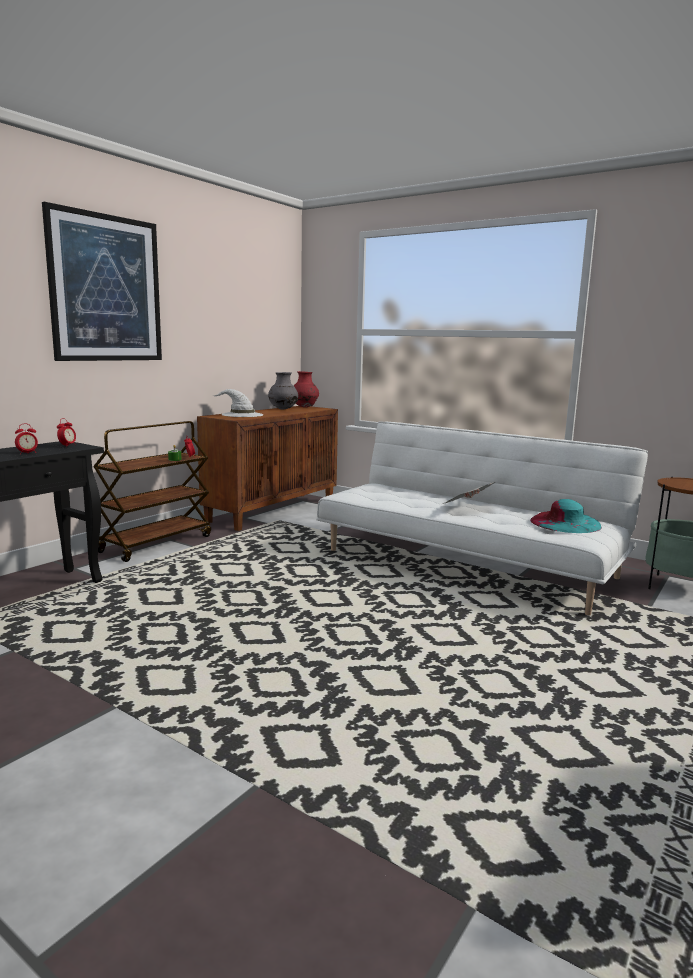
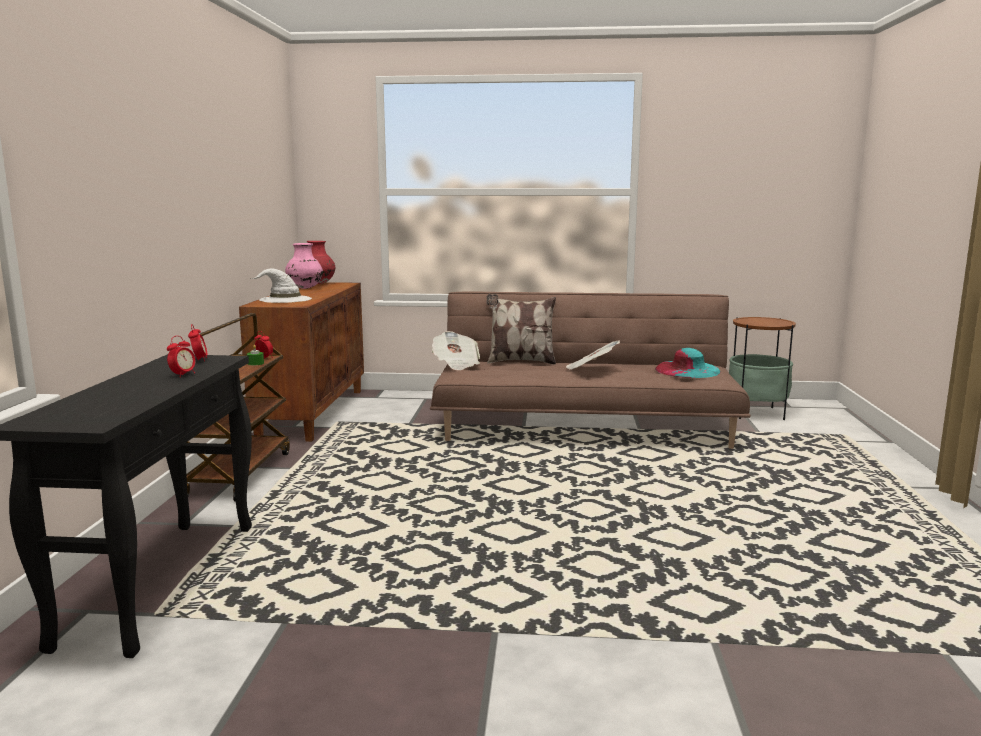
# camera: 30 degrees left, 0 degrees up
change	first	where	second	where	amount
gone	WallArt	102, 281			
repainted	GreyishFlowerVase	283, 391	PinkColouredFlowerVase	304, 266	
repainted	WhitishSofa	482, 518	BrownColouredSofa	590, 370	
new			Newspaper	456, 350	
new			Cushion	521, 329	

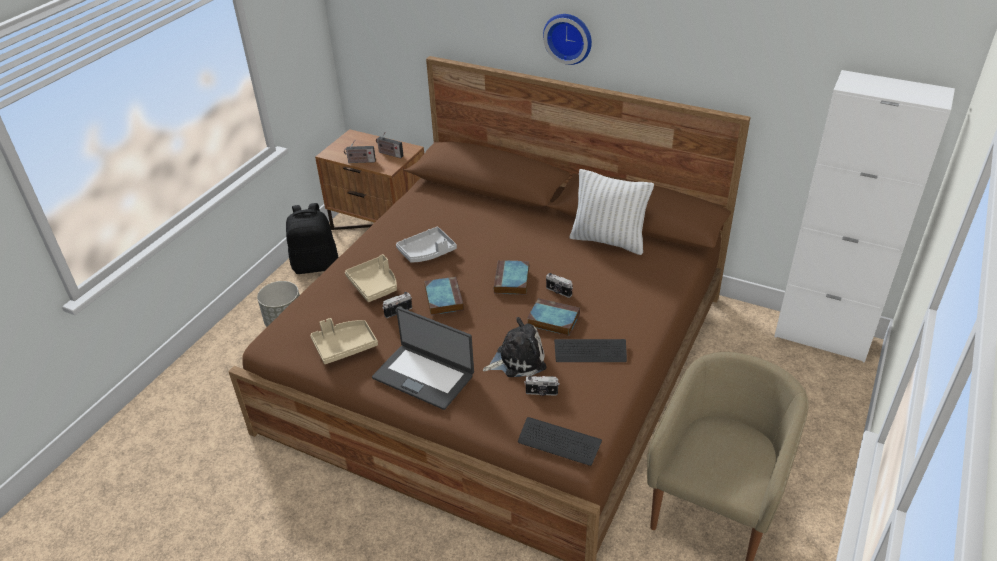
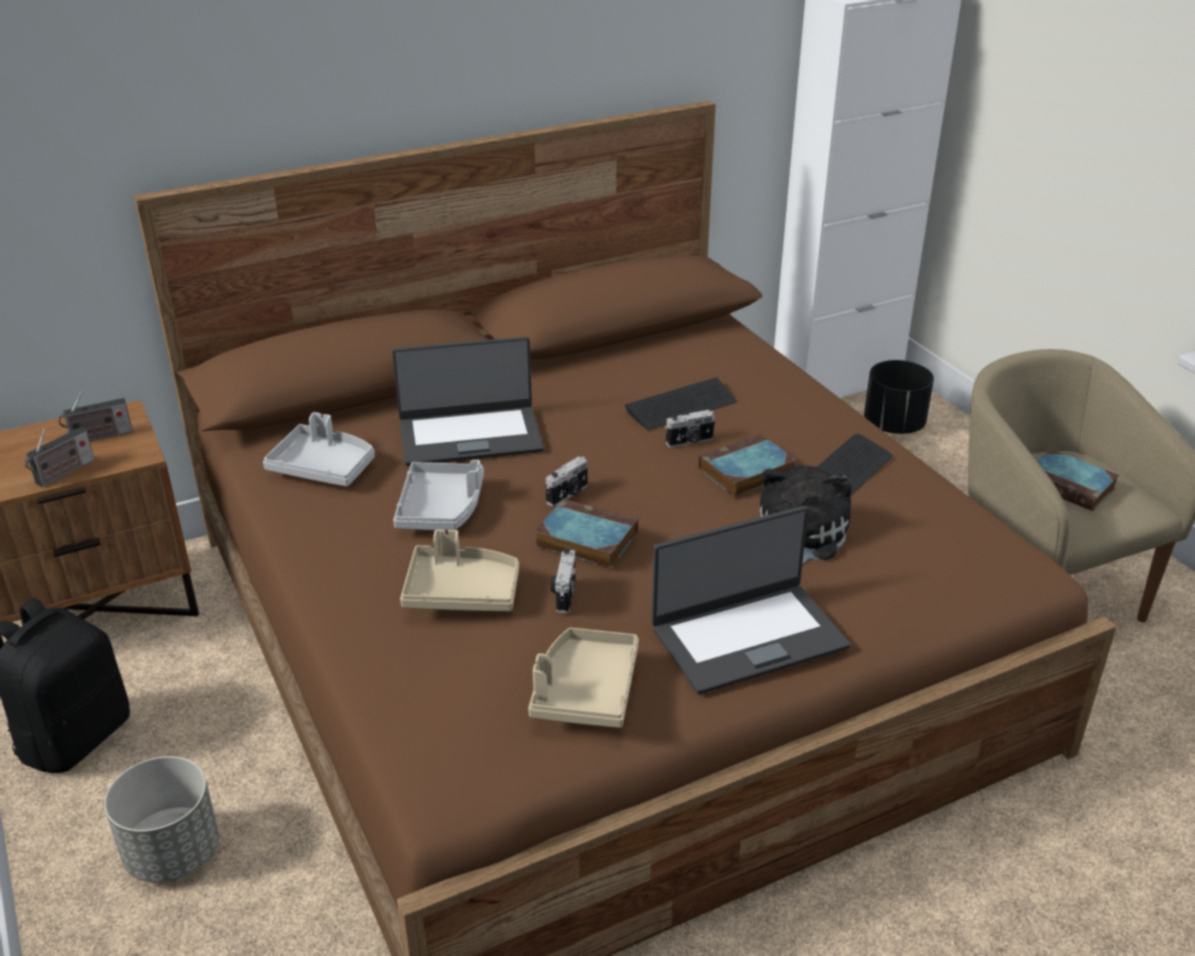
# camera: 55 degrees left, 5 degrees down
change	first	where	second	where	amount
shifted	Book	511, 277		1078, 480	
shifted	Keyboard	560, 441		680, 403	
shifted	PhotoCamera	542, 386		567, 481	
gone	ClockOnTheWall	567, 39			
gone	WhitishCushion	611, 212			
new			GreyishServingTray	319, 449	
new			PortableComputer	468, 401	
new			BlackColouredPlanter	899, 397	

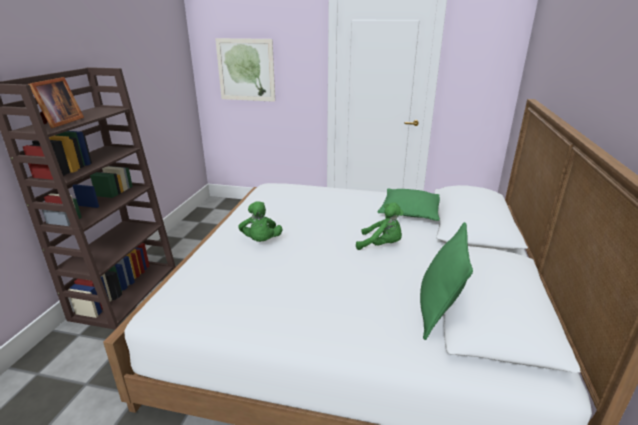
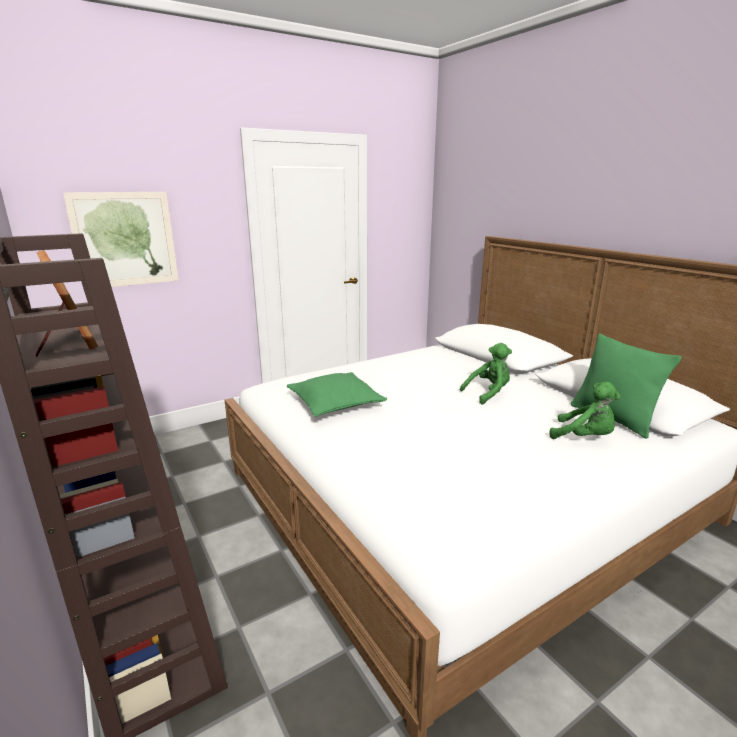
# camera: 45 degrees left, 5 degrees down
change	first	where	second	where	amount
shifted	GreenPlushToy	260, 221		584, 410	
shifted	GreenCushion	408, 205		337, 394	

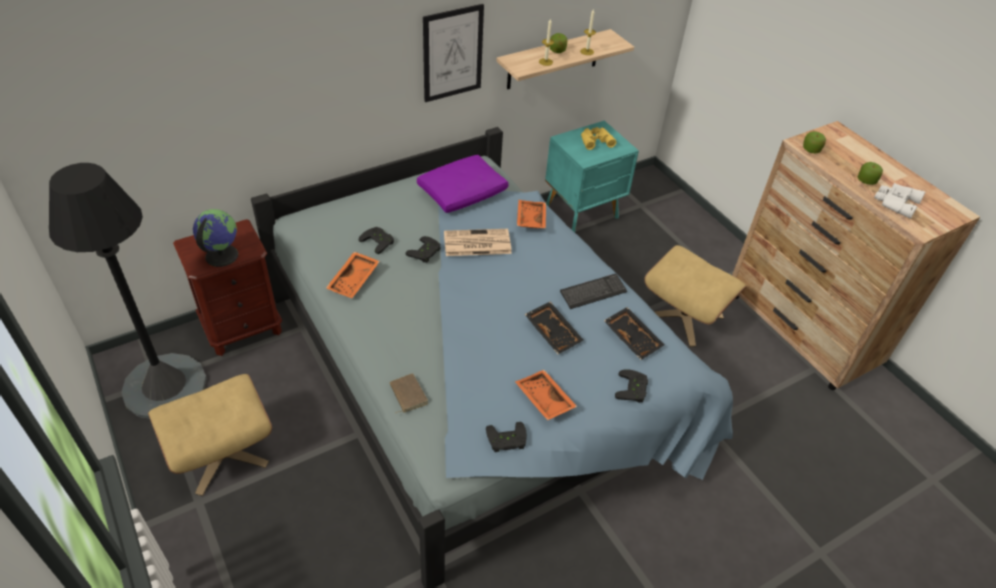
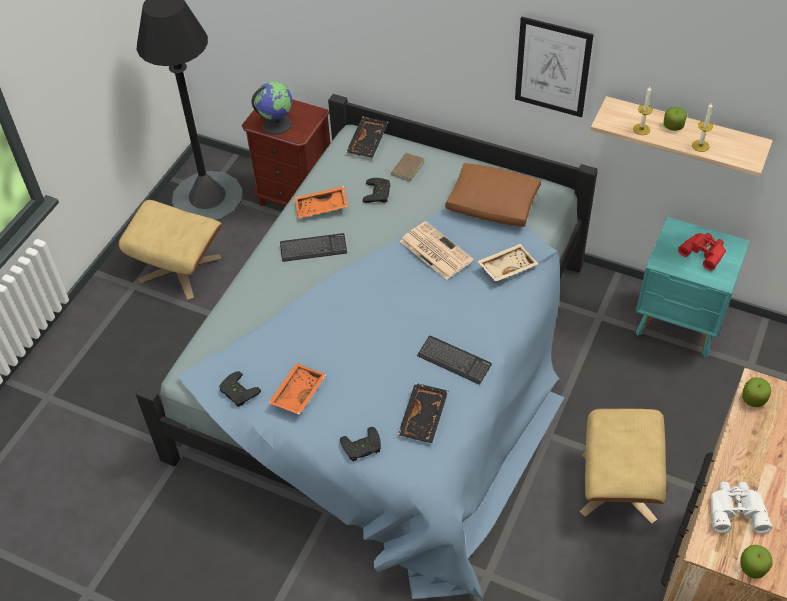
# camera: 60 degrees right, 5 degrees up
change	first	where	second	where	amount
shifted	BrownColouredBook	408, 393		406, 167	
gone	BlackColouredGamepad	422, 249			
repainted	PurplishCushion	463, 184	BrownColouredCushion	493, 195	
repainted	OrangeServingTray	531, 214	BeigeColouredServingTray	507, 263	
shifted	BlackColouredServingTray	554, 328		367, 137	
repainted	YellowPairOfBinoculars	599, 138	ReddishPairOfBinoculars	702, 252	
shifted	Apple	870, 173		756, 562	
new			Keyboard	313, 247	

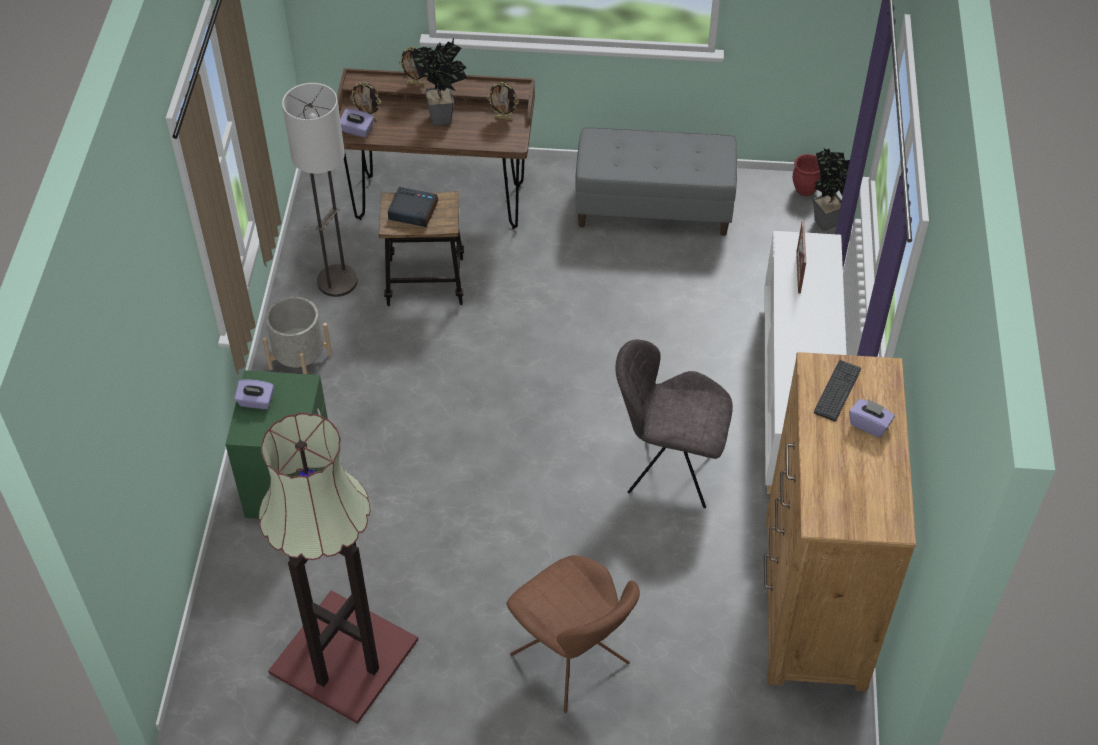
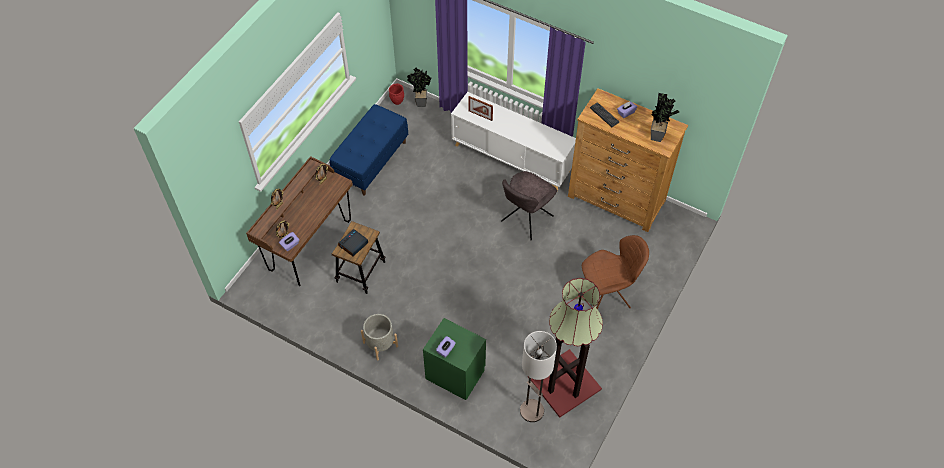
# camera: 65 degrees left, 5 degrees up
change	first	where	second	where	amount
shifted	StandingLamp	320, 190		538, 376	
shifted	Houseplant	439, 81		665, 117	
repainted	GreyishLongSeat	656, 181	BlueColouredLongSeat	368, 149	

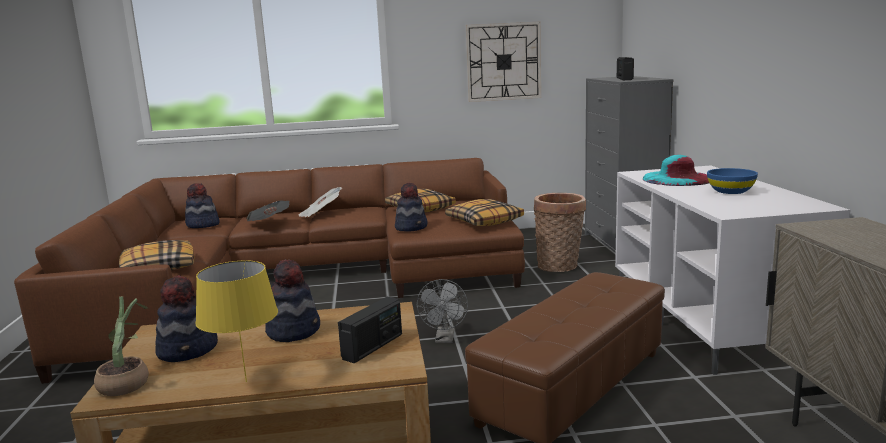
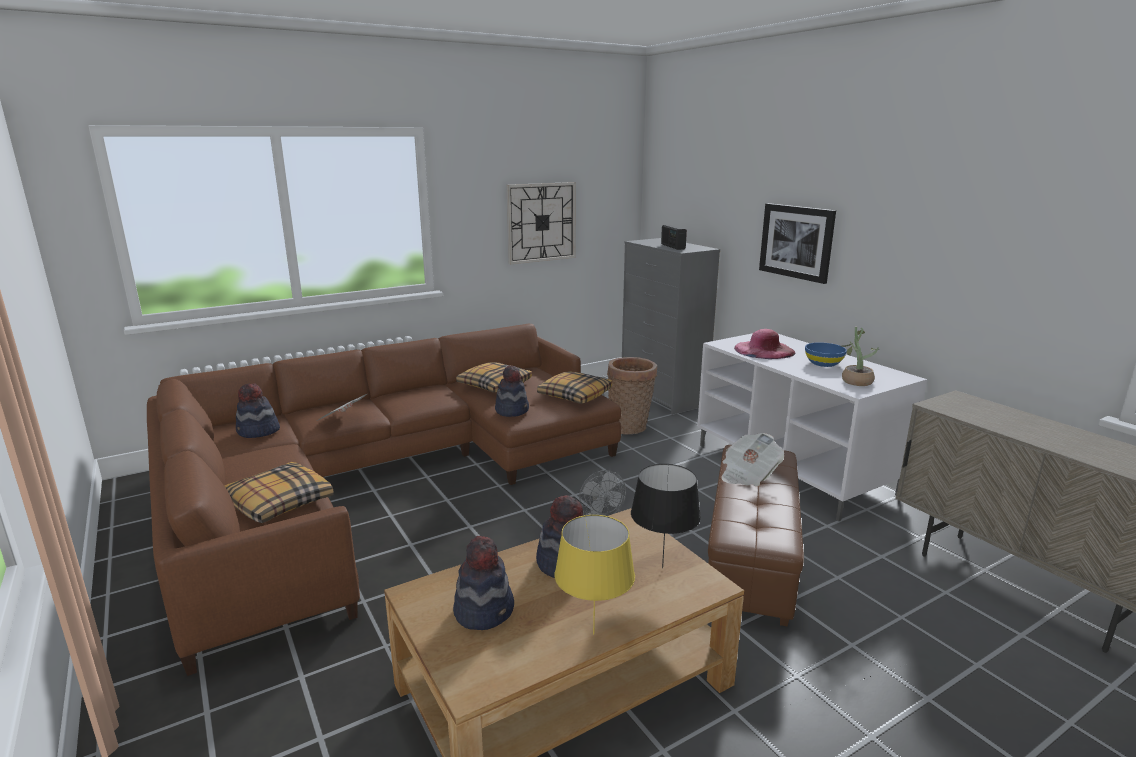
# camera: 25 degrees left, 5 degrees up
change	first	where	second	where	amount
shifted	Houseplant	121, 346		859, 356	
shifted	Newspaper	320, 202		752, 459	
swapped	RadioSet	370, 330	BlackColouredTableLamp	666, 516	
repainted	TurquoiseHat	676, 170	PinkColouredHat	765, 344	
new			WallArt	797, 243	

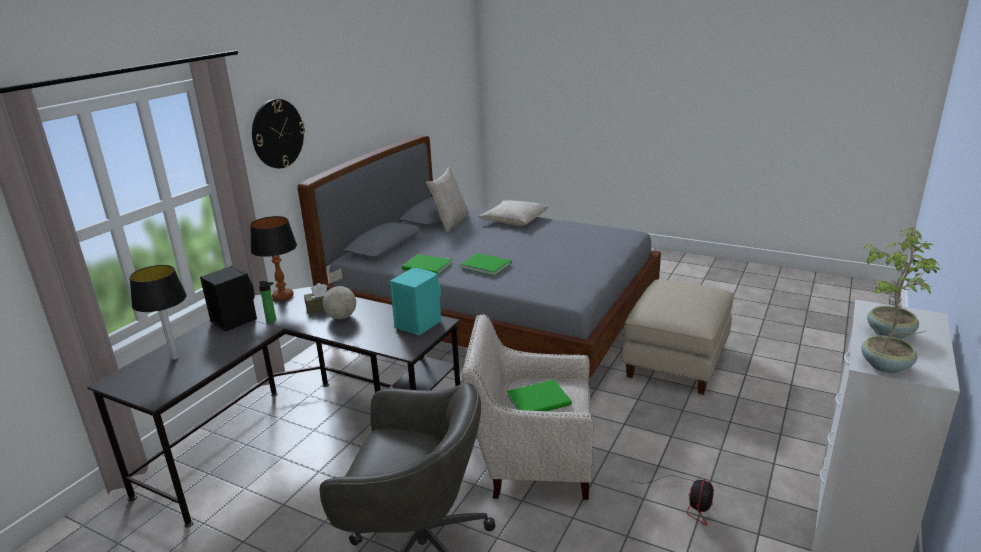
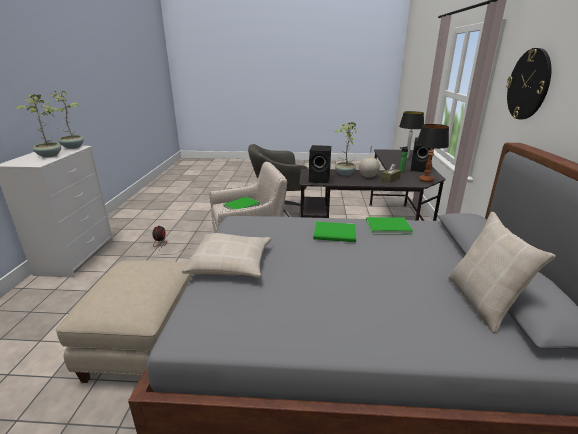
# camera: 155 degrees right, 0 degrees up
change	first	where	second	where	amount
repainted	TurquoiseLoudspeaker	415, 302	BlackColouredLoudspeaker	320, 164	
shifted	BeigeColouredCushion	514, 213		226, 255	
new			Houseplant	345, 149	

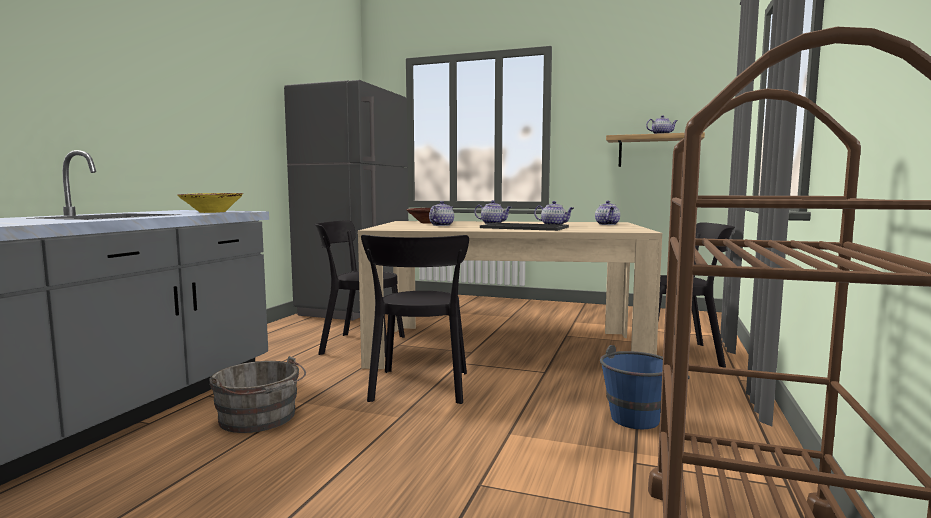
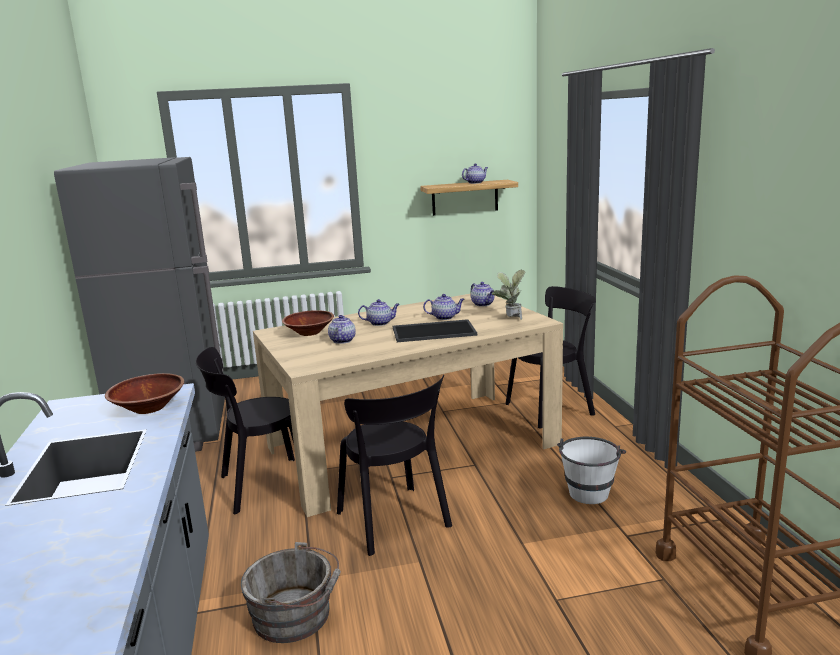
# camera: 30 degrees left, 10 degrees up
change	first	where	second	where	amount
repainted	YellowDeepDish	210, 203	BrownColouredDeepDish	144, 393	
repainted	BlueColouredWaterBucket	645, 387	WhitishWaterBucket	591, 470	
new			Houseplant	509, 295	

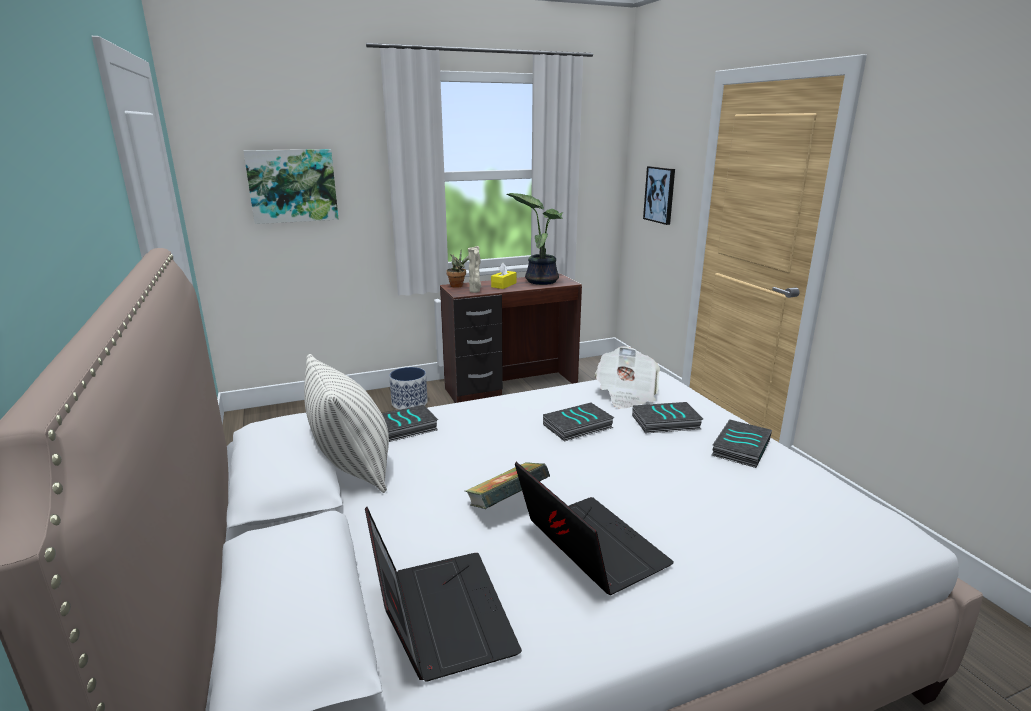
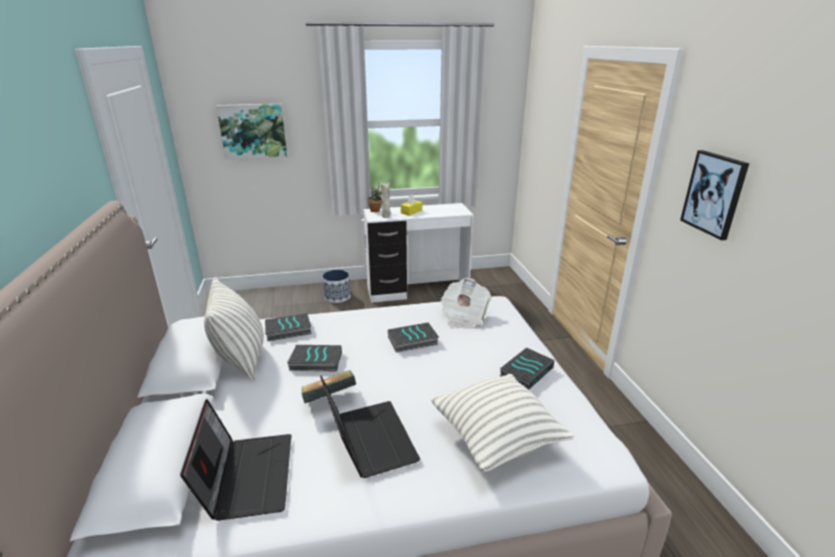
# camera: 10 degrees right, 5 degrees up
change	first	where	second	where	amount
repainted	BrownColouredDesk	511, 338	WhitishDesk	418, 253	
gone	Houseplant	534, 239			
shifted	Book	667, 417		314, 358	
shifted	WallArt	659, 195		714, 195	
new			Cushion	502, 423	

